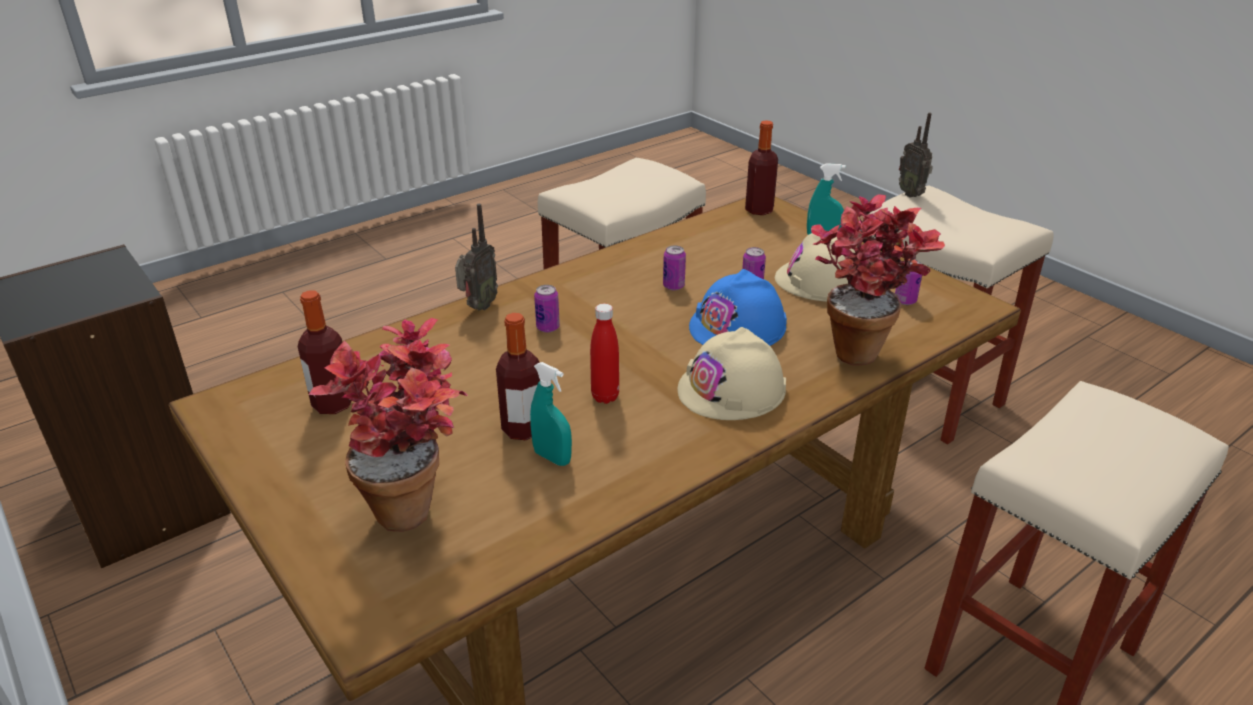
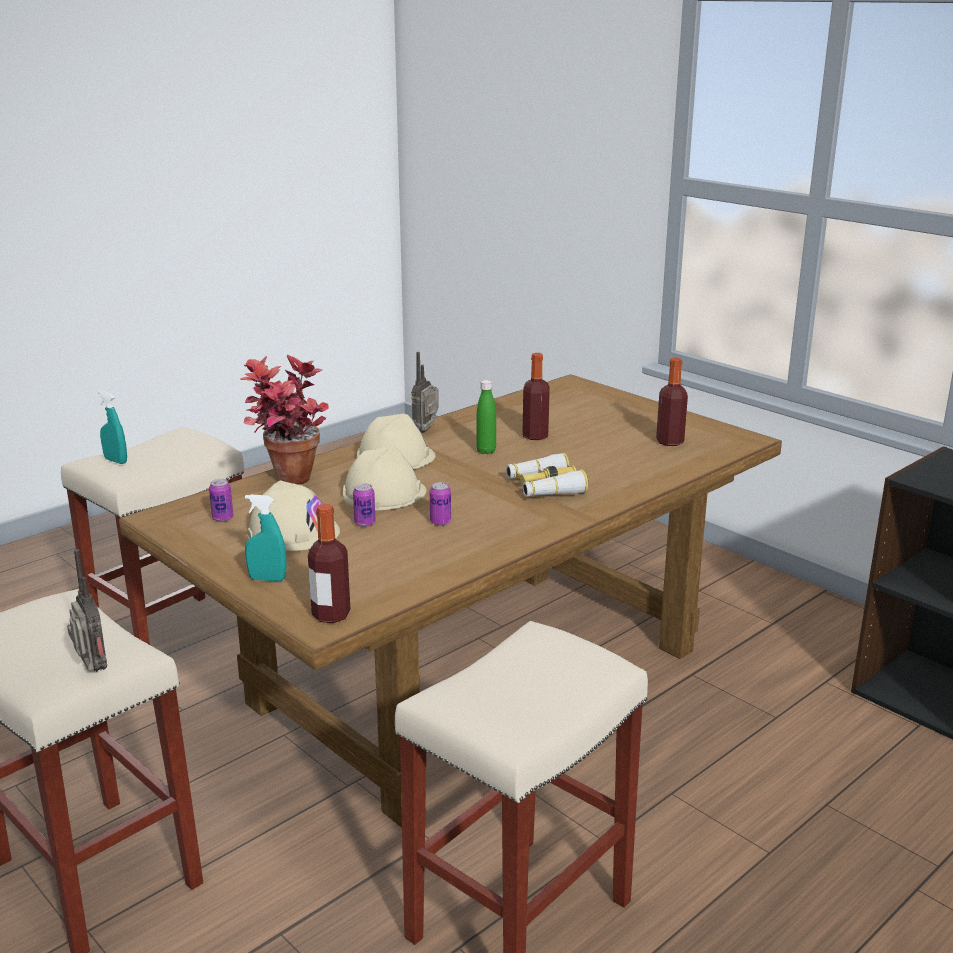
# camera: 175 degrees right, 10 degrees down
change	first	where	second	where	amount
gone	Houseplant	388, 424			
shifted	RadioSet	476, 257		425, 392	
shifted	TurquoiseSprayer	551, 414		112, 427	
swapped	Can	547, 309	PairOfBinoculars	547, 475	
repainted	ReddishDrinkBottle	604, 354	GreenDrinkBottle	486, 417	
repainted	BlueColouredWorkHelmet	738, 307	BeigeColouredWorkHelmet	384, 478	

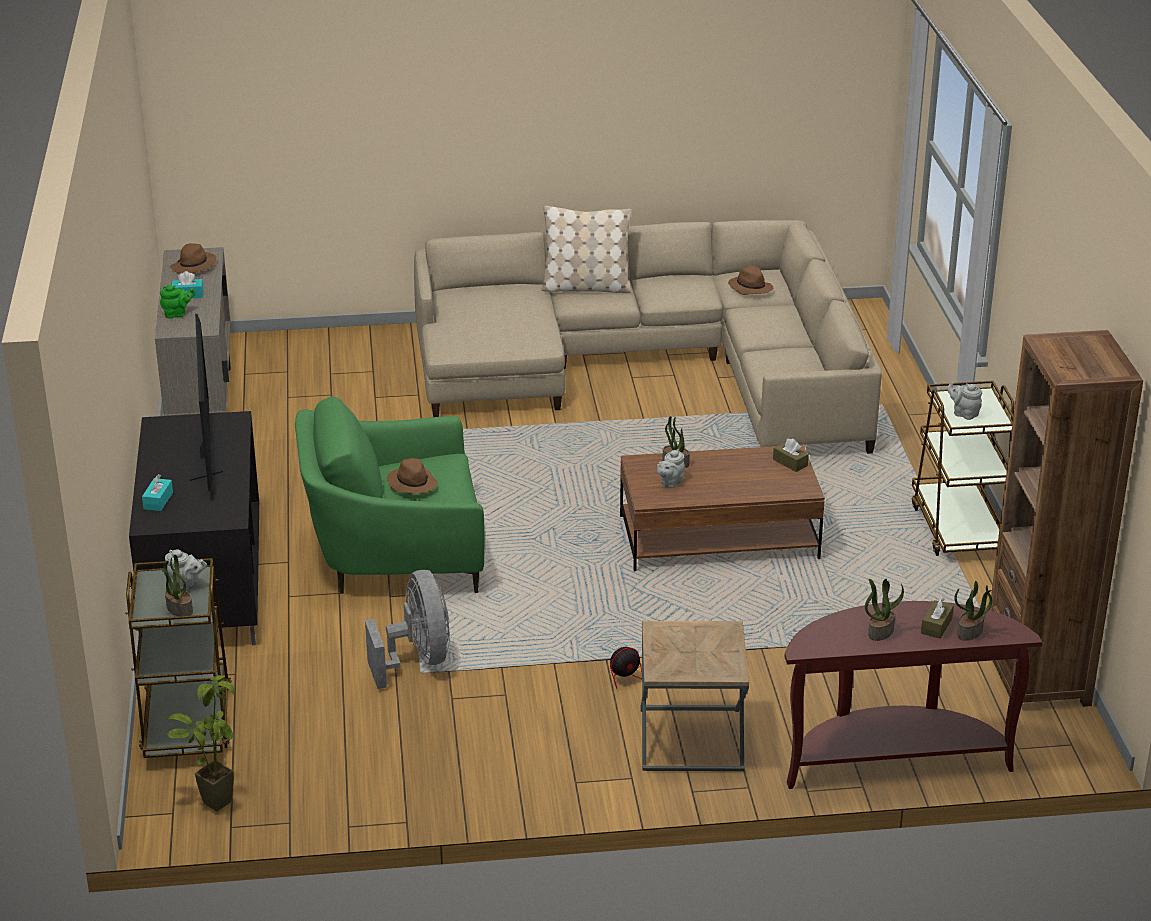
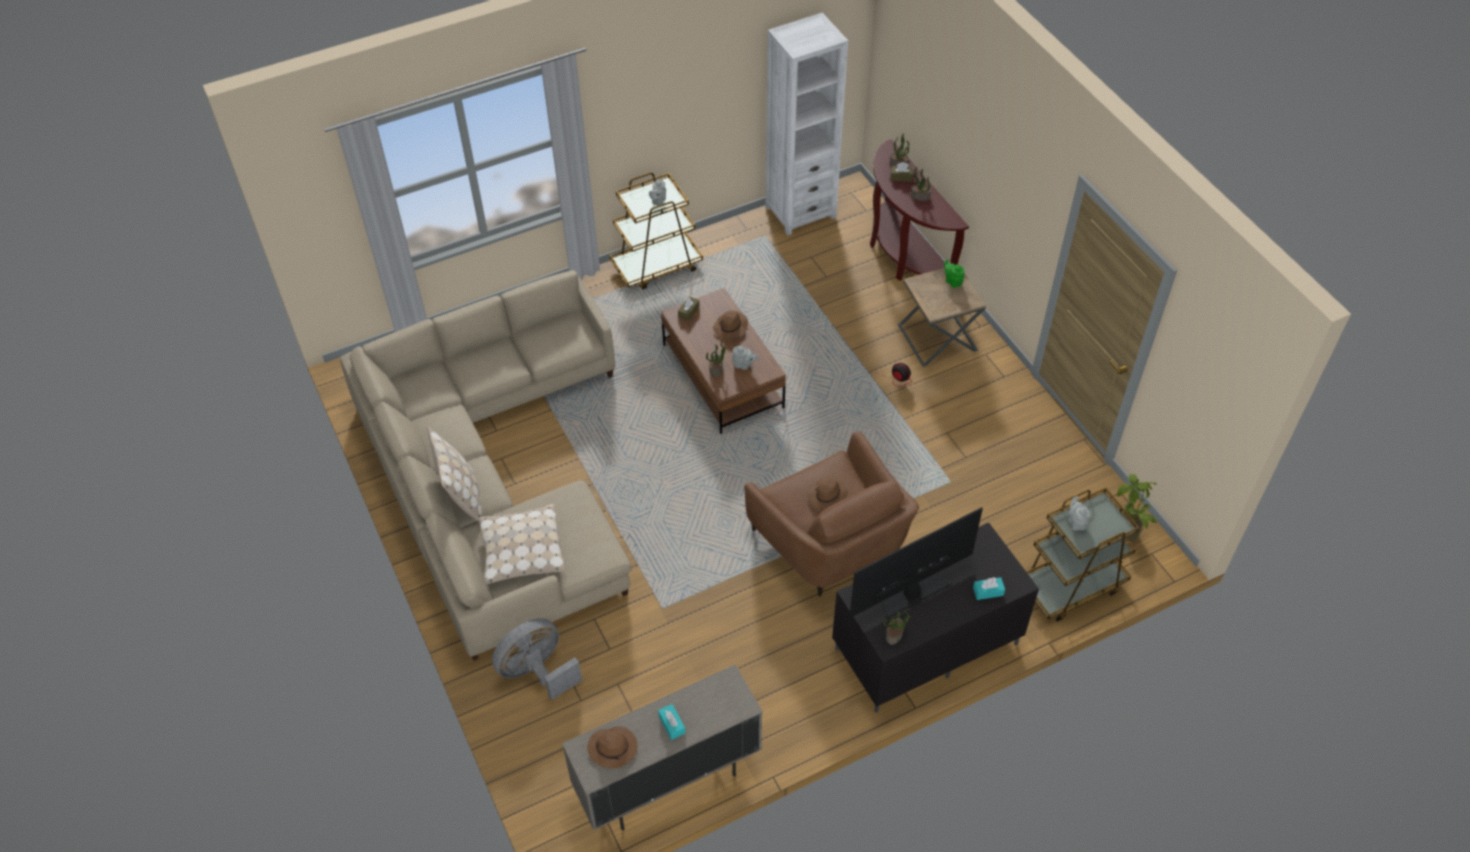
# camera: 110 degrees left, 20 degrees up
change	first	where	second	where	amount
shifted	GreenTeapot	177, 302		954, 273	
shifted	Houseplant	176, 585		897, 627	
repainted	GreenArmchair	390, 495	BrownColouredArmchair	831, 514	
shifted	GreyishFan	407, 629		537, 659	
shifted	BrownColouredHat	750, 280		730, 324	
repainted	BrownColouredShelvingUnit	1066, 518	WhitishShelvingUnit	806, 124	
new			BeigeColouredCushion	522, 544	

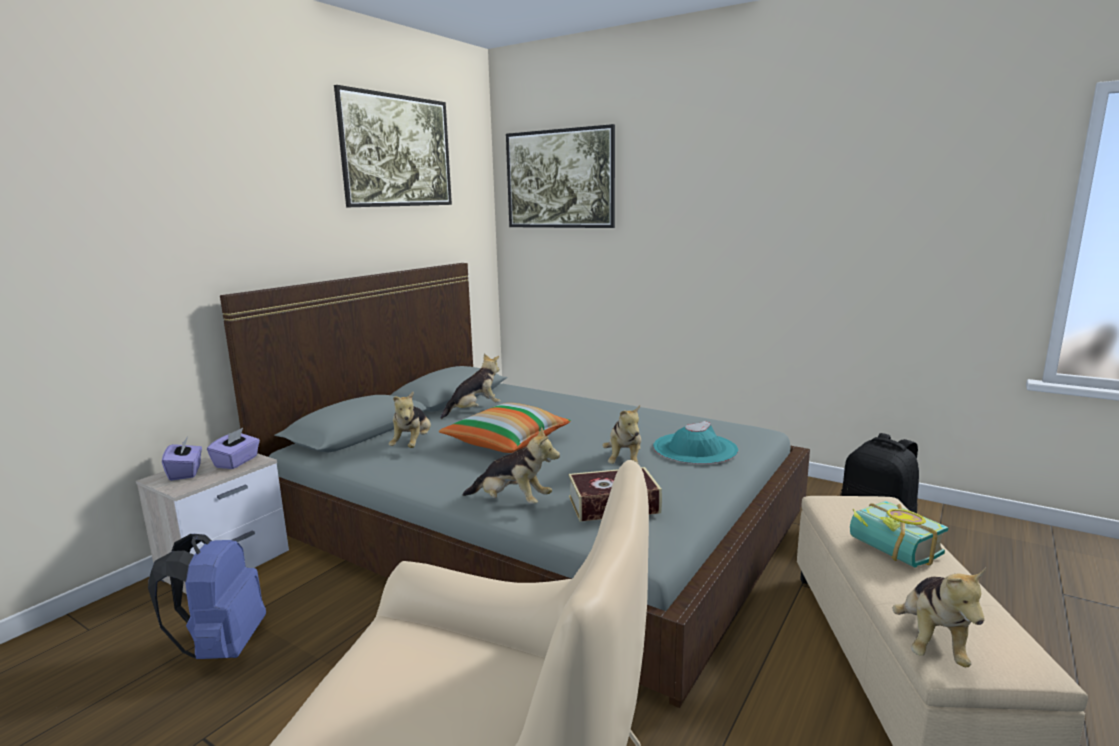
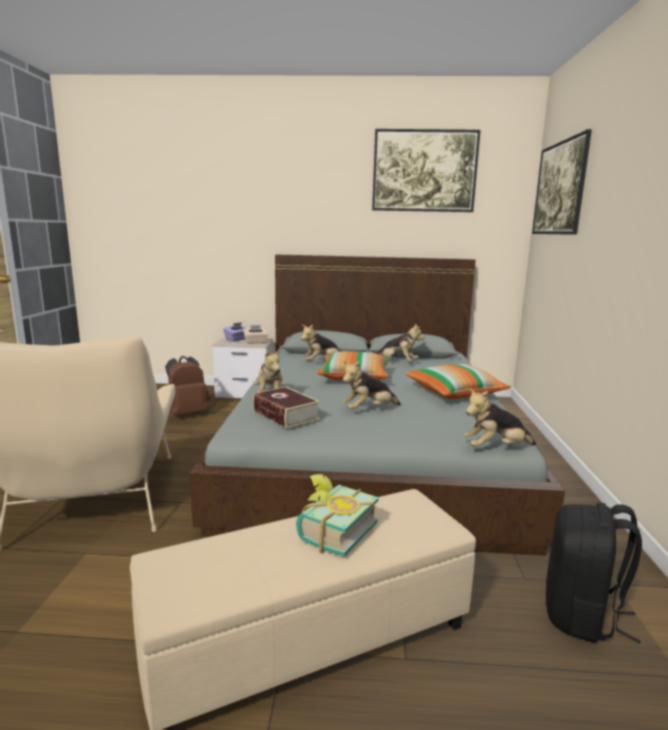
# camera: 60 degrees right, 0 degrees up
change	first	where	second	where	amount
repainted	BlueColouredRucksack	207, 596	BrownColouredRucksack	188, 386	
repainted	PurplishBoxOfTissues	233, 448	BeigeColouredBoxOfTissues	255, 334	
gone	TurquoiseHat	695, 442			
shifted	PlushToy	939, 617		500, 418	
new			Cushion	458, 381	

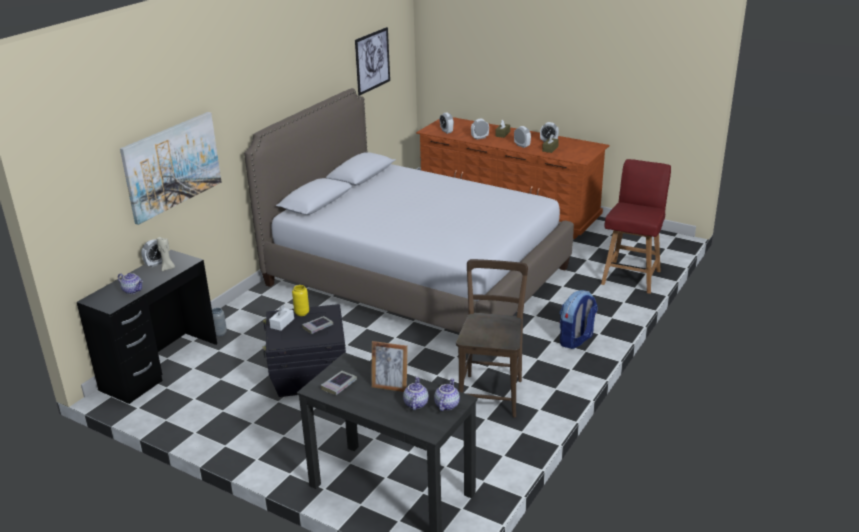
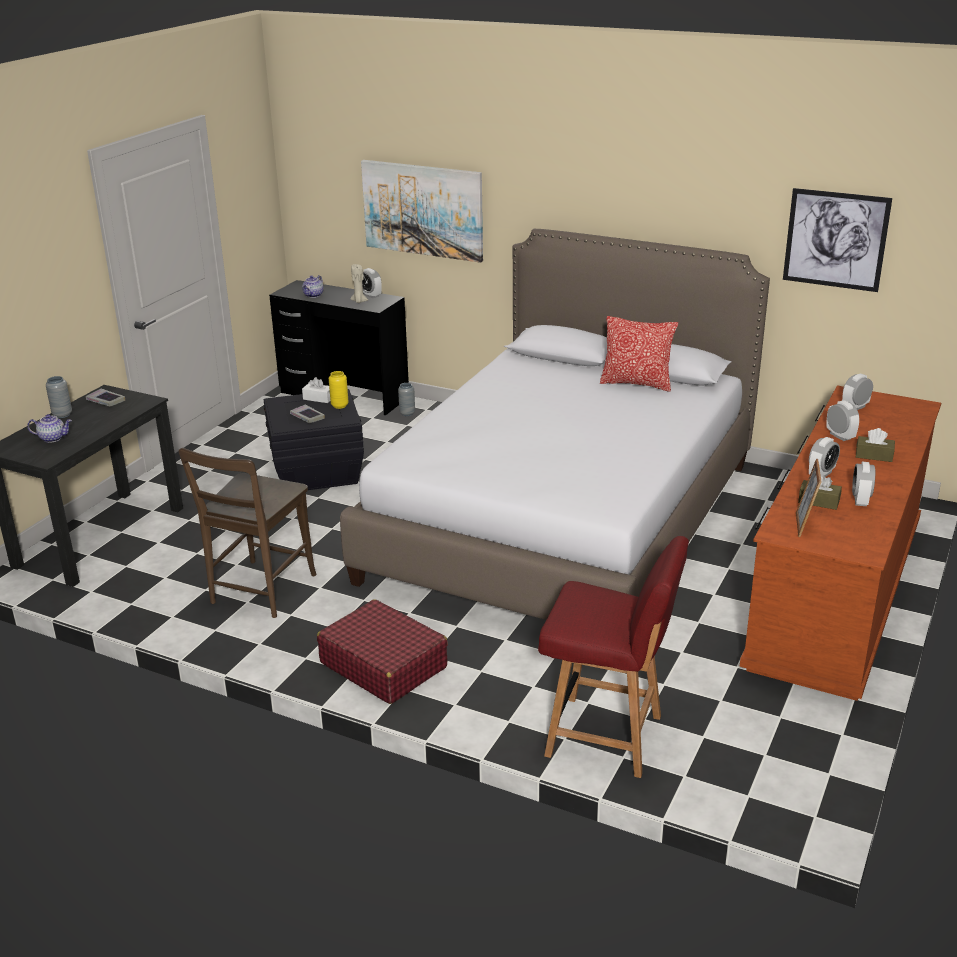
# camera: 85 degrees right, 0 degrees up
change	first	where	second	where	amount
shifted	StandingFrame	389, 366		809, 498	
gone	Teapot	447, 394			
rotated	BrownColouredPlainChair	492, 338		248, 533	105 degrees clockwise
swapped	Rucksack	579, 319	ReddishPieceOfLuggage	382, 651	
new			GreyishFlowerVase	59, 397	
new			Cushion	639, 354	

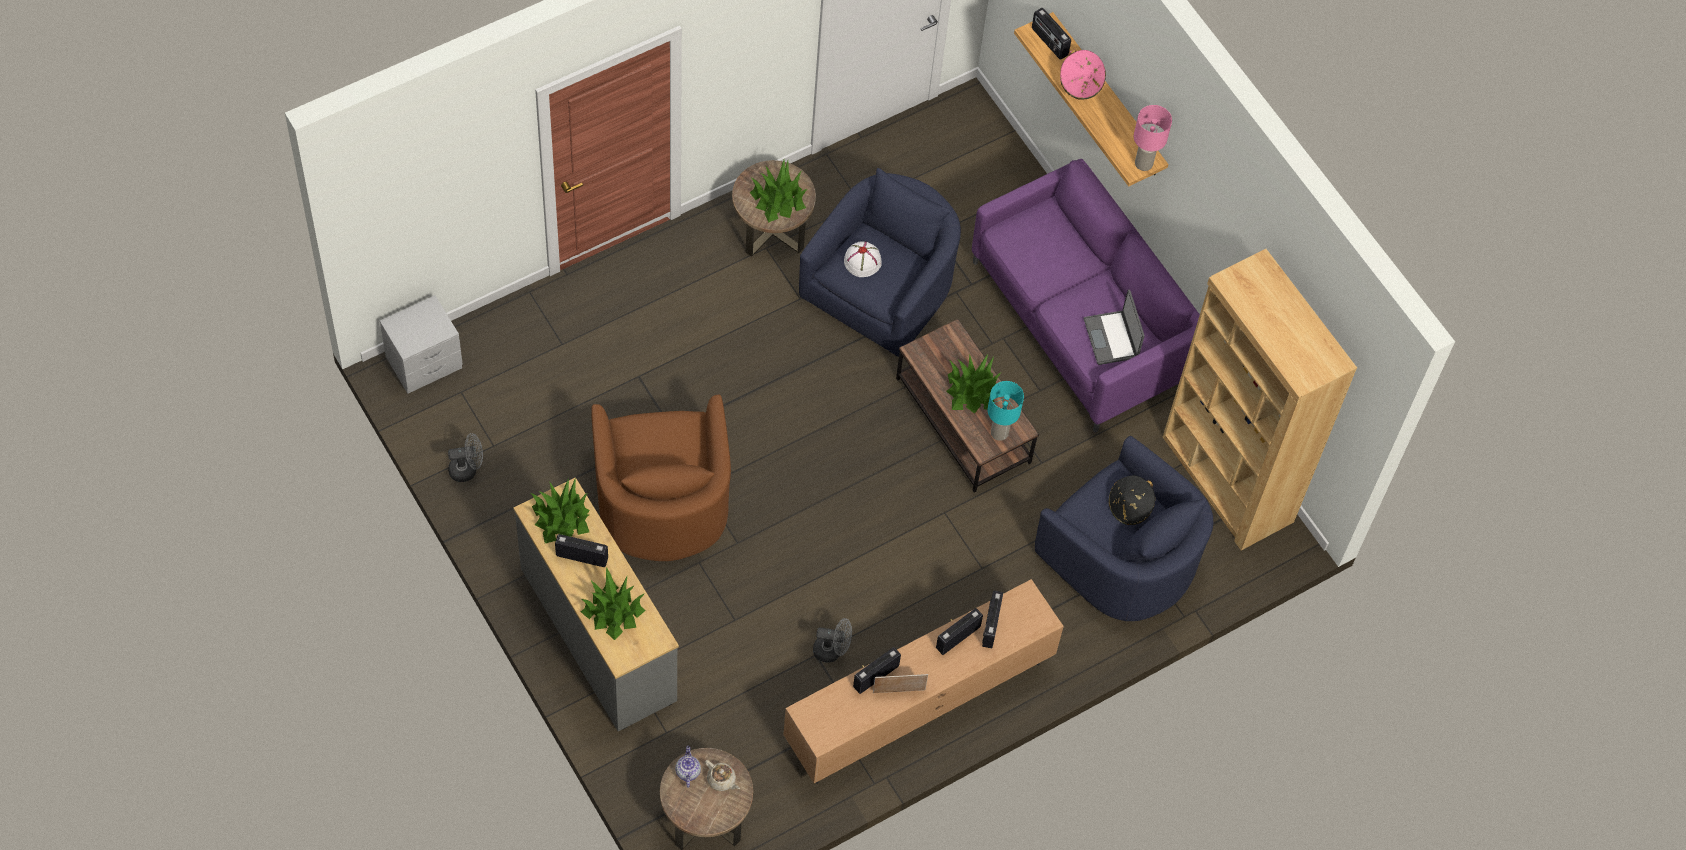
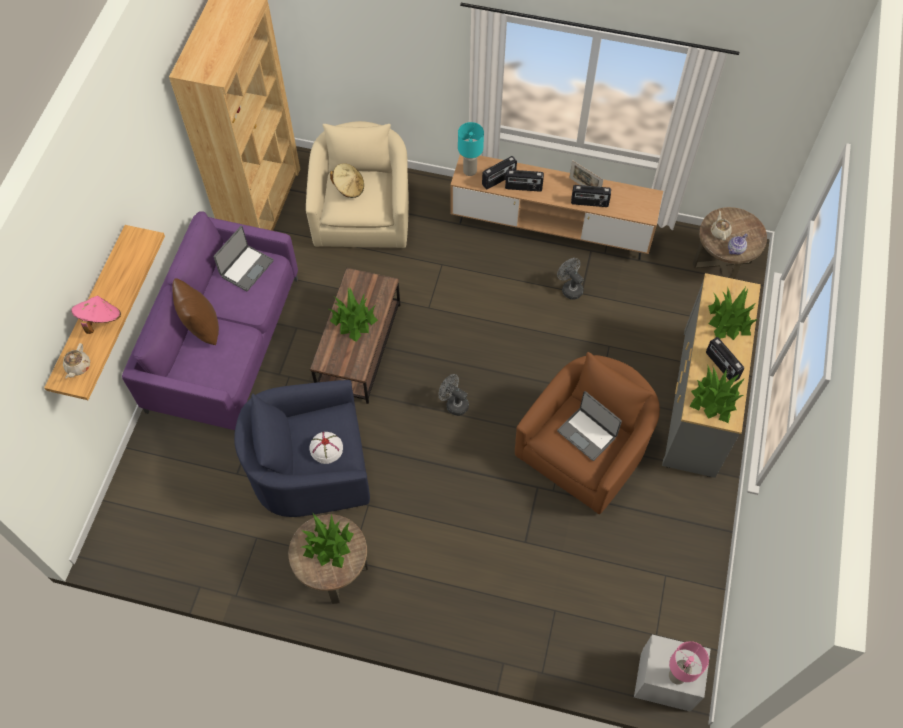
# camera: 130 degrees left, 0 degrees up
change	first	where	second	where	amount
shifted	GreyishFan	465, 457		453, 395	
shifted	TurquoiseTableLamp	1005, 411		471, 149	
swapped	RadioSet	1051, 34	BeigeColouredTeapot	76, 360	
repainted	BlueColouredArmchair	1124, 528	BeigeColouredArmchair	357, 184	
repainted	BlackColouredHat	1132, 500	BeigeColouredHat	347, 180	
shifted	PinkColouredTableLamp	1153, 138		689, 663	
new			BrownColouredCushion	196, 311	
new			PortableComputer	589, 426	

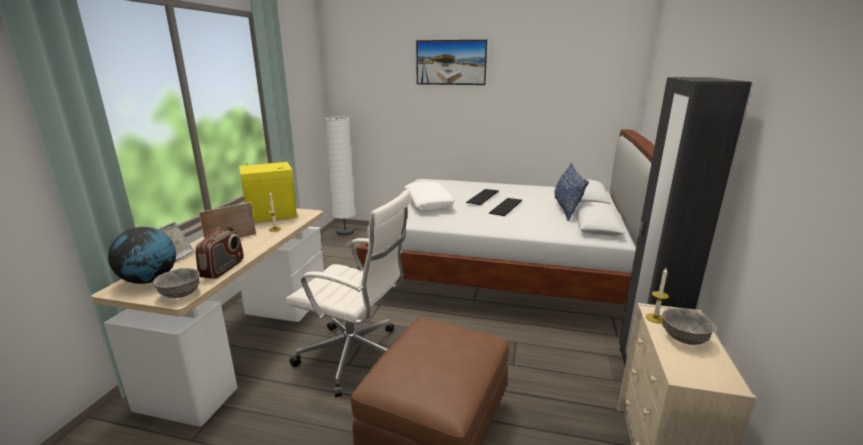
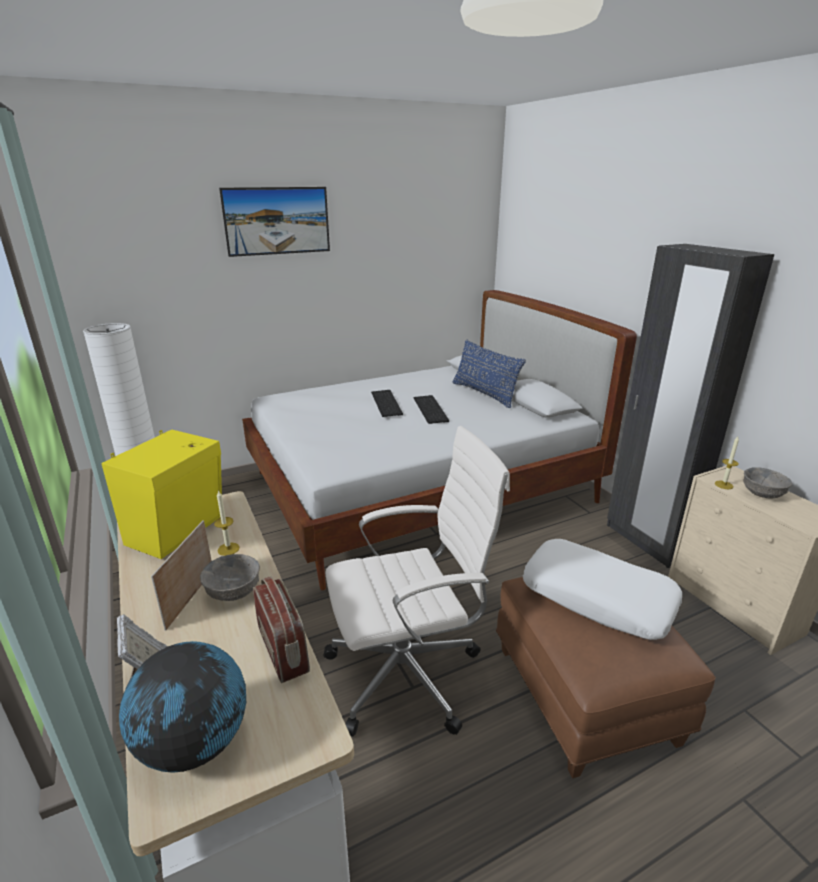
# camera: 40 degrees left, 5 degrees up
change	first	where	second	where	amount
shifted	GreyishDeepDish	176, 283		230, 577	
shifted	WhitishCushion	429, 196		602, 589	

